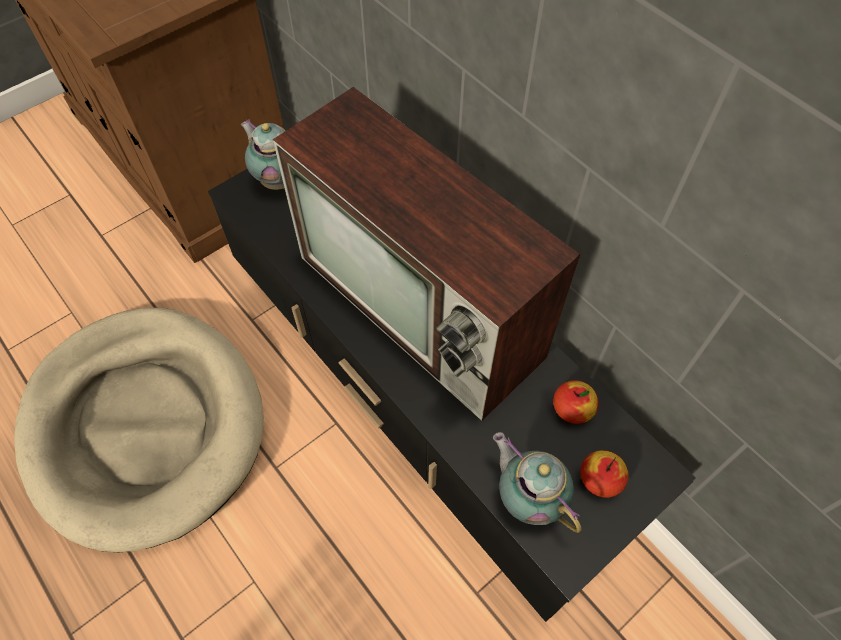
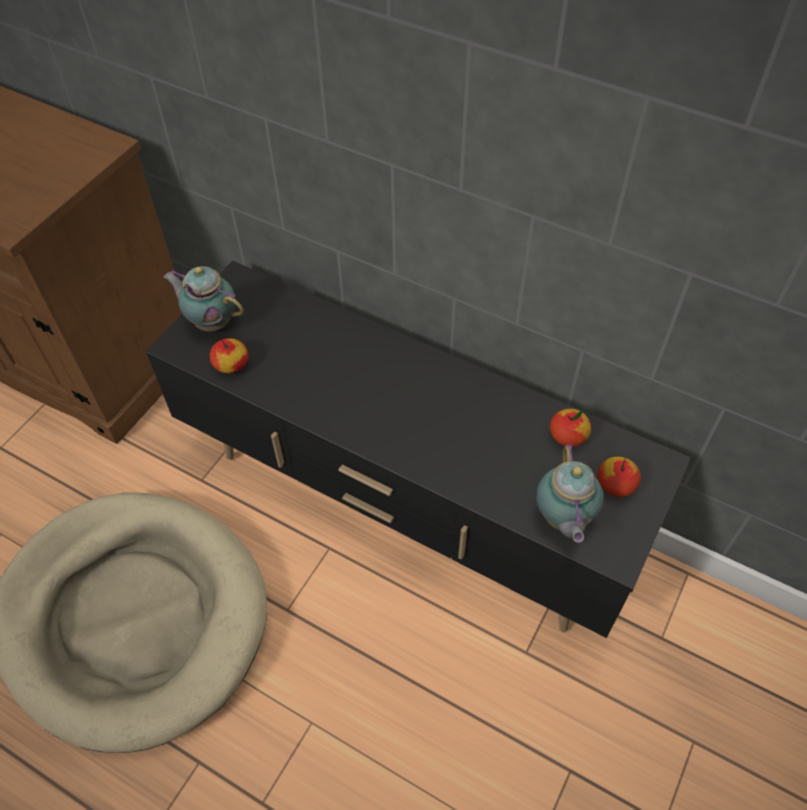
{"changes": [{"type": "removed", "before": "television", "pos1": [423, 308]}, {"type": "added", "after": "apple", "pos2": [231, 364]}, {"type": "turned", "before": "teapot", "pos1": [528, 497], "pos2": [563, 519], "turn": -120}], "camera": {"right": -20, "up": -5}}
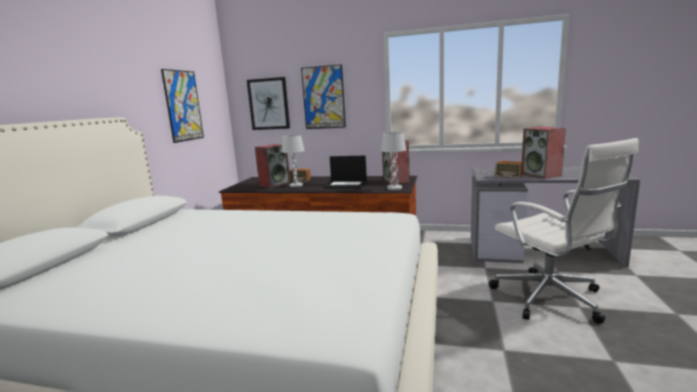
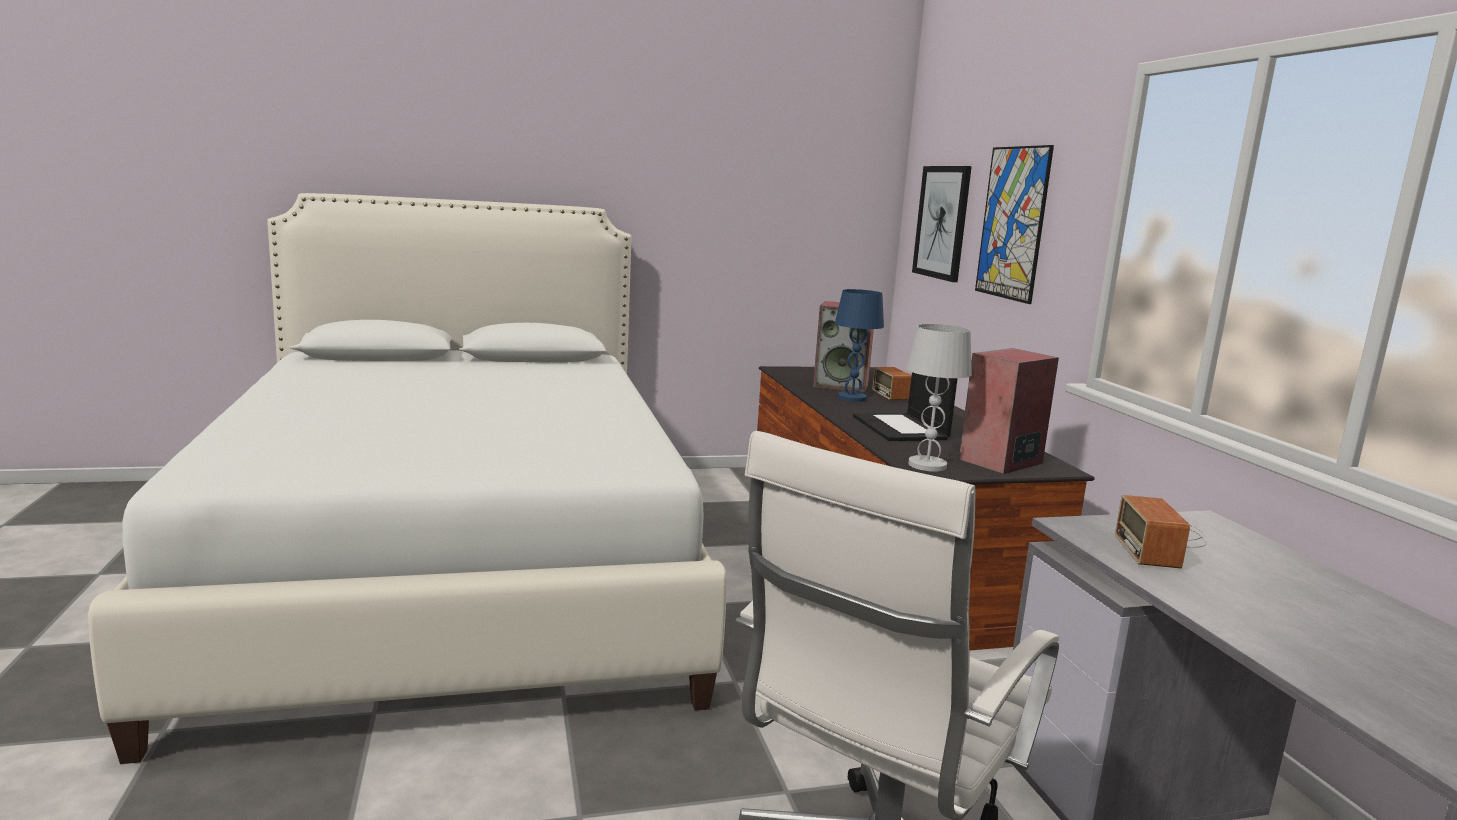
{"changes": [{"type": "removed", "before": "picture", "pos1": [183, 106]}, {"type": "removed", "before": "speaker", "pos1": [541, 175]}, {"type": "recoloured", "before": "white table lamp", "after": "blue table lamp", "pos1": [296, 185], "pos2": [852, 398]}], "camera": {"right": 60, "up": 0}}
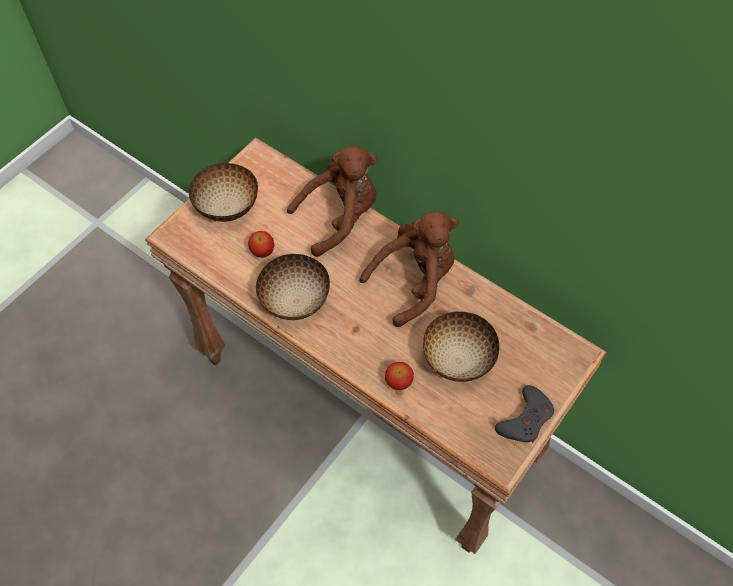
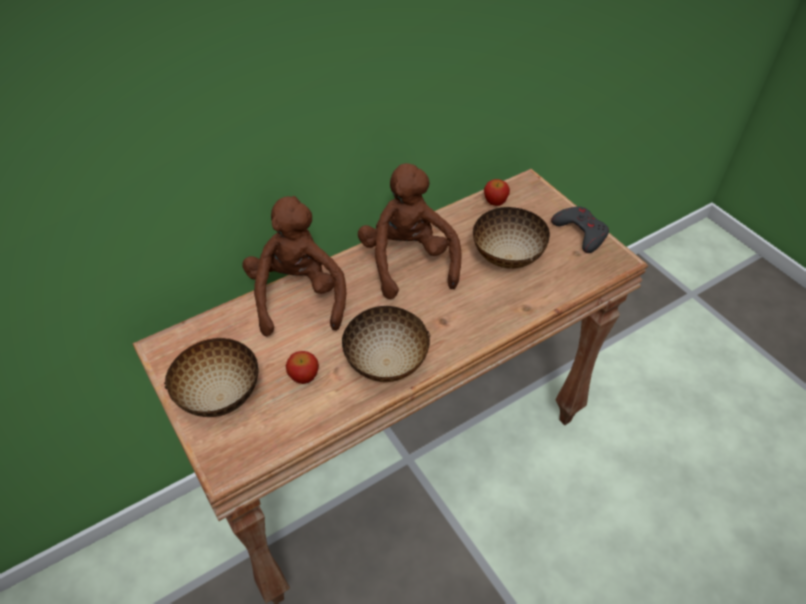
{"changes": [{"type": "moved", "before": "apple", "pos1": [398, 382], "pos2": [495, 202]}], "camera": {"right": -70, "up": -10}}
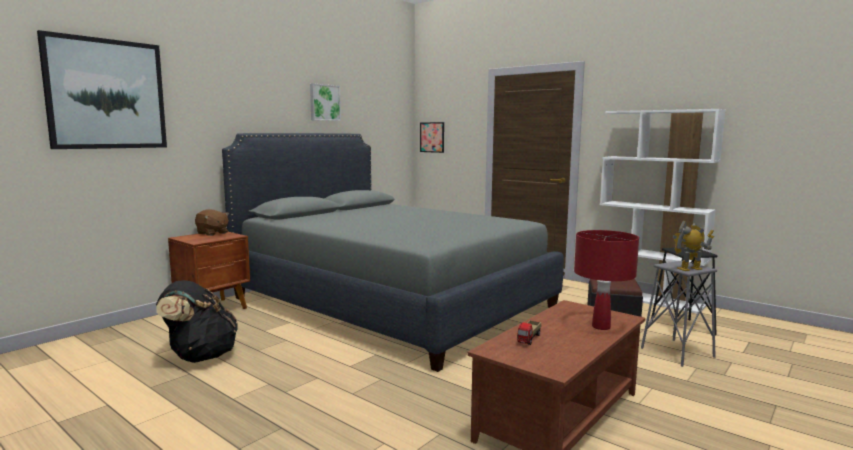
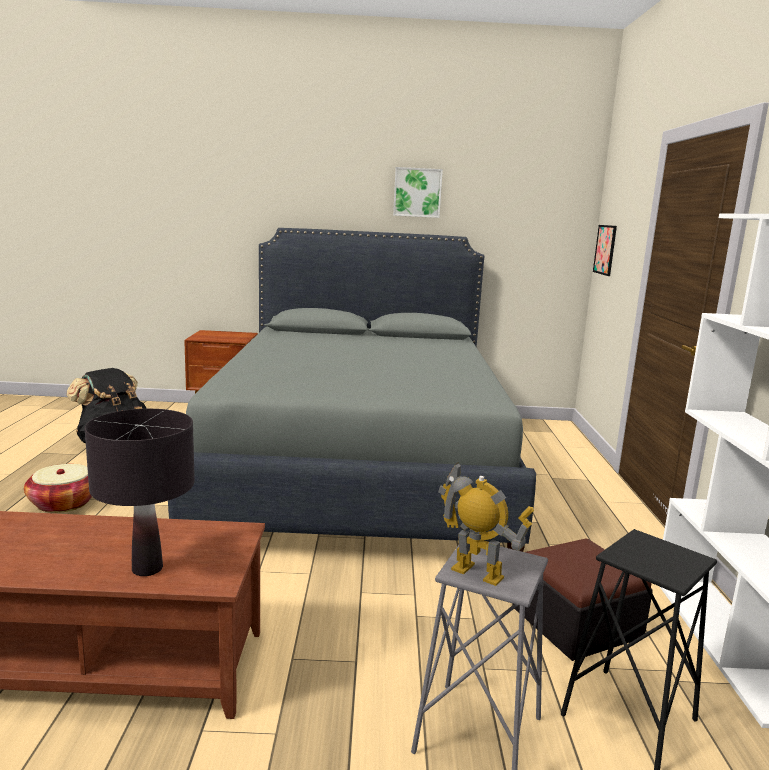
{"changes": [{"type": "removed", "before": "picture", "pos1": [106, 94]}, {"type": "removed", "before": "brown plush toy", "pos1": [212, 233]}, {"type": "removed", "before": "toy truck", "pos1": [529, 339]}, {"type": "added", "after": "basket", "pos2": [63, 503]}, {"type": "recoloured", "before": "red table lamp", "after": "black table lamp", "pos1": [600, 327], "pos2": [147, 569]}], "camera": {"right": 50, "up": 5}}
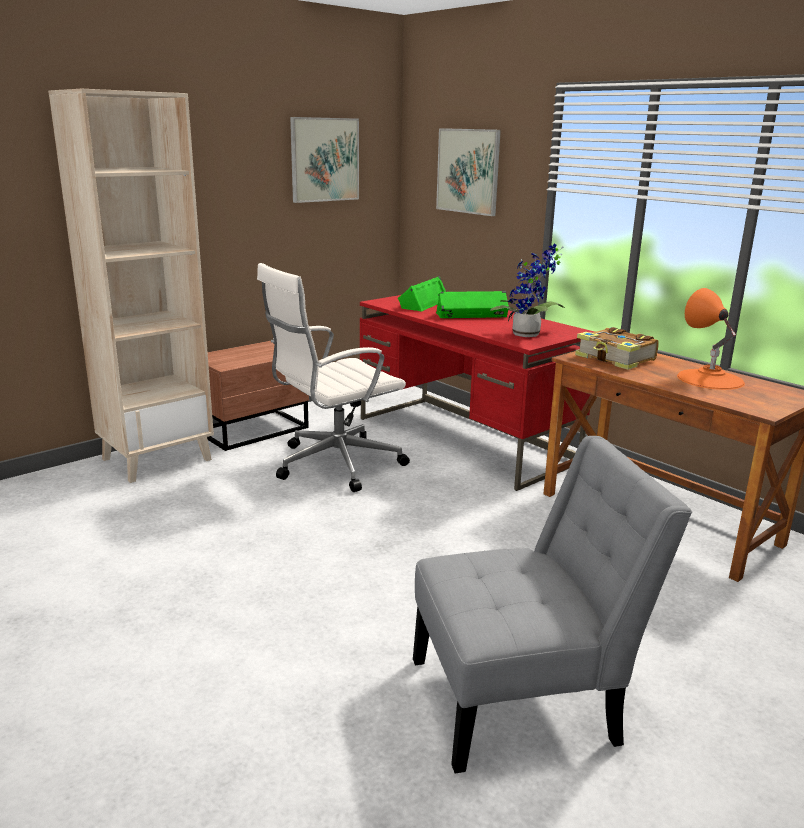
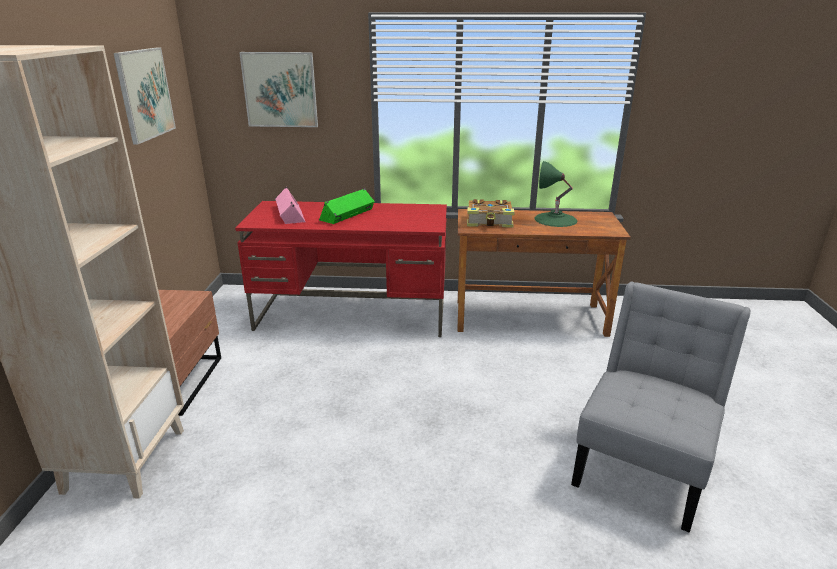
{"changes": [{"type": "removed", "before": "white office chair", "pos1": [334, 464]}, {"type": "removed", "before": "potted plant", "pos1": [528, 335]}, {"type": "recoloured", "before": "green speaker", "after": "pink speaker", "pos1": [423, 303], "pos2": [289, 214]}, {"type": "recoloured", "before": "orange table lamp", "after": "green table lamp", "pos1": [710, 379], "pos2": [555, 219]}], "camera": {"right": -45, "up": 5}}
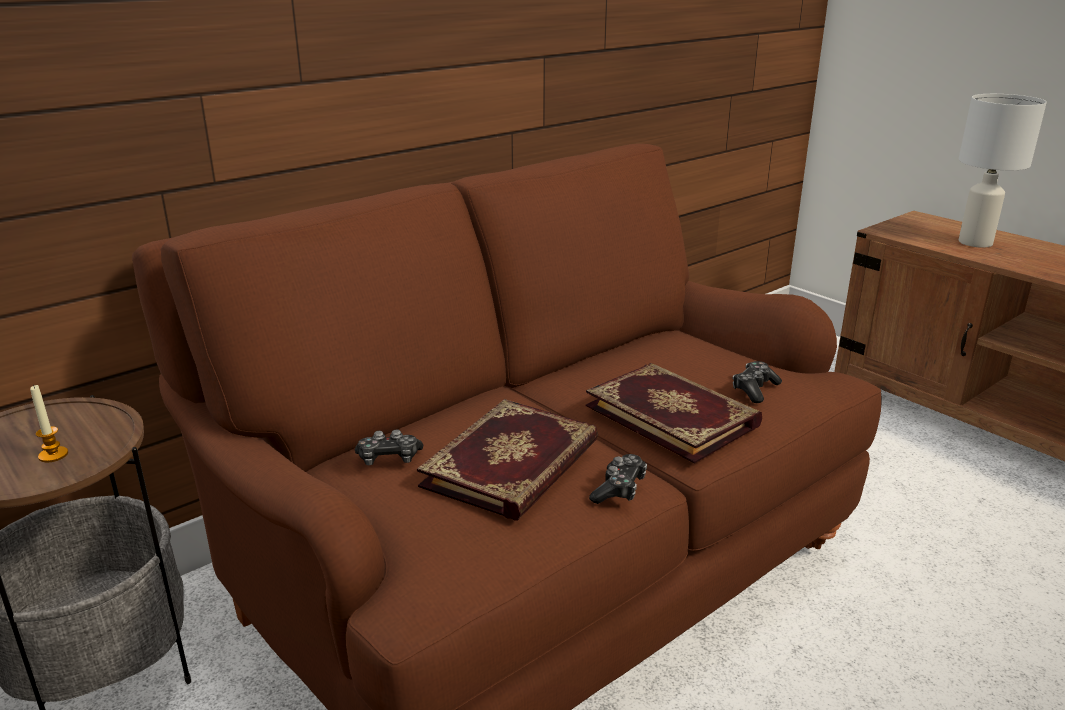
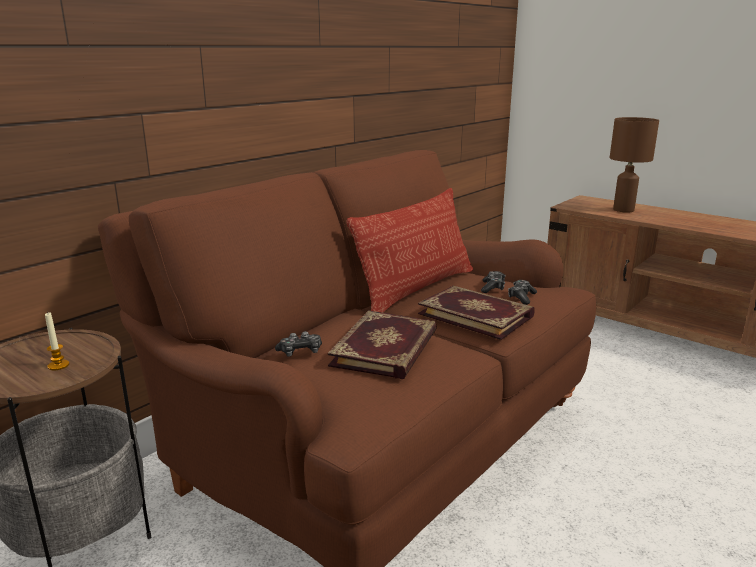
{"changes": [{"type": "added", "after": "pillow", "pos2": [416, 289]}, {"type": "moved", "before": "game controller", "pos1": [619, 489], "pos2": [493, 287]}, {"type": "recoloured", "before": "white table lamp", "after": "brown table lamp", "pos1": [975, 243], "pos2": [623, 210]}], "camera": {"right": -10, "up": -5}}
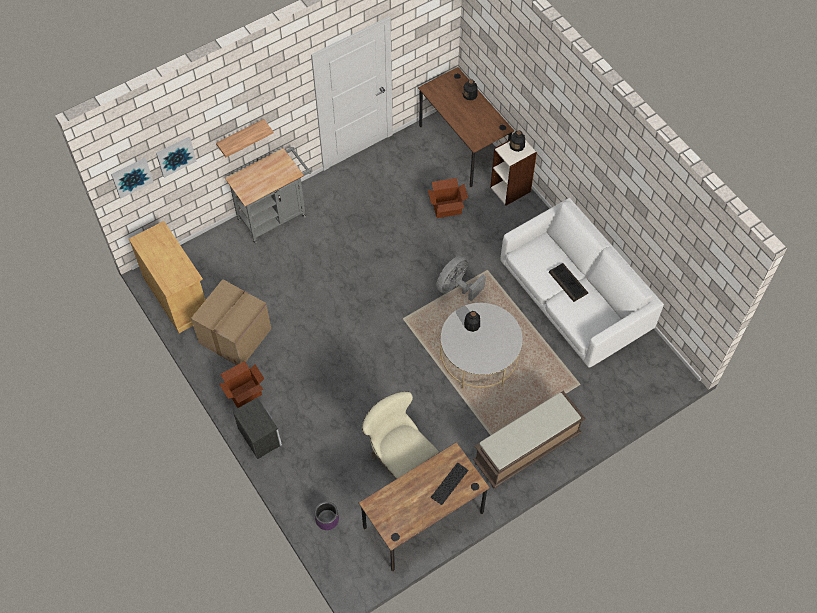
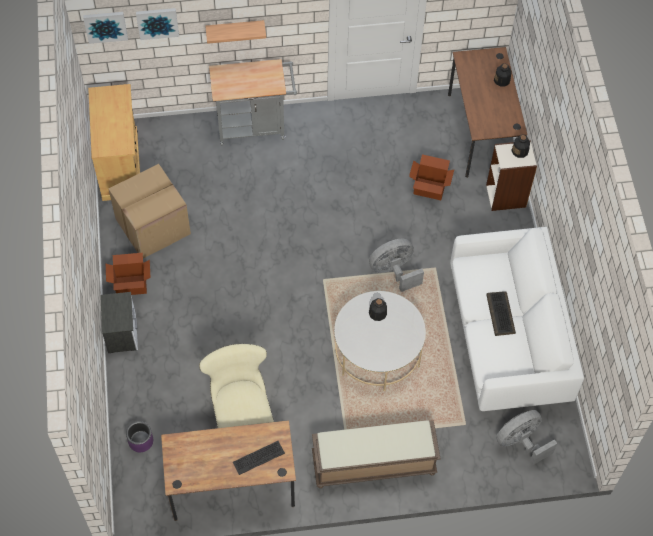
{"changes": [{"type": "added", "after": "grey fan", "pos2": [521, 442]}], "camera": {"right": 25, "up": 0}}
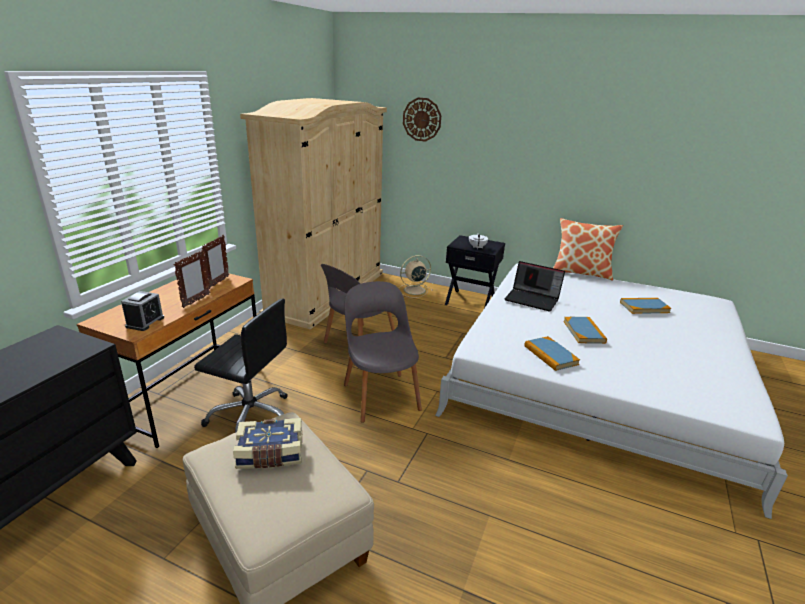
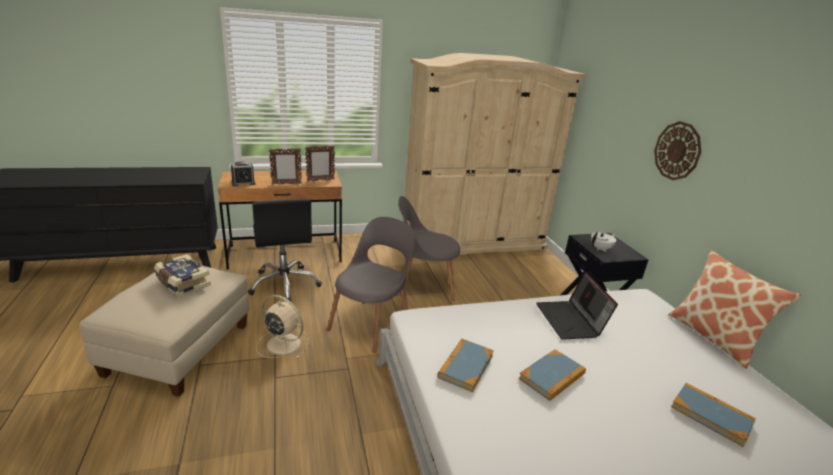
{"changes": [{"type": "moved", "before": "beige fan", "pos1": [413, 290], "pos2": [282, 343]}, {"type": "moved", "before": "wall clock", "pos1": [422, 119], "pos2": [677, 151]}], "camera": {"right": 50, "up": 0}}
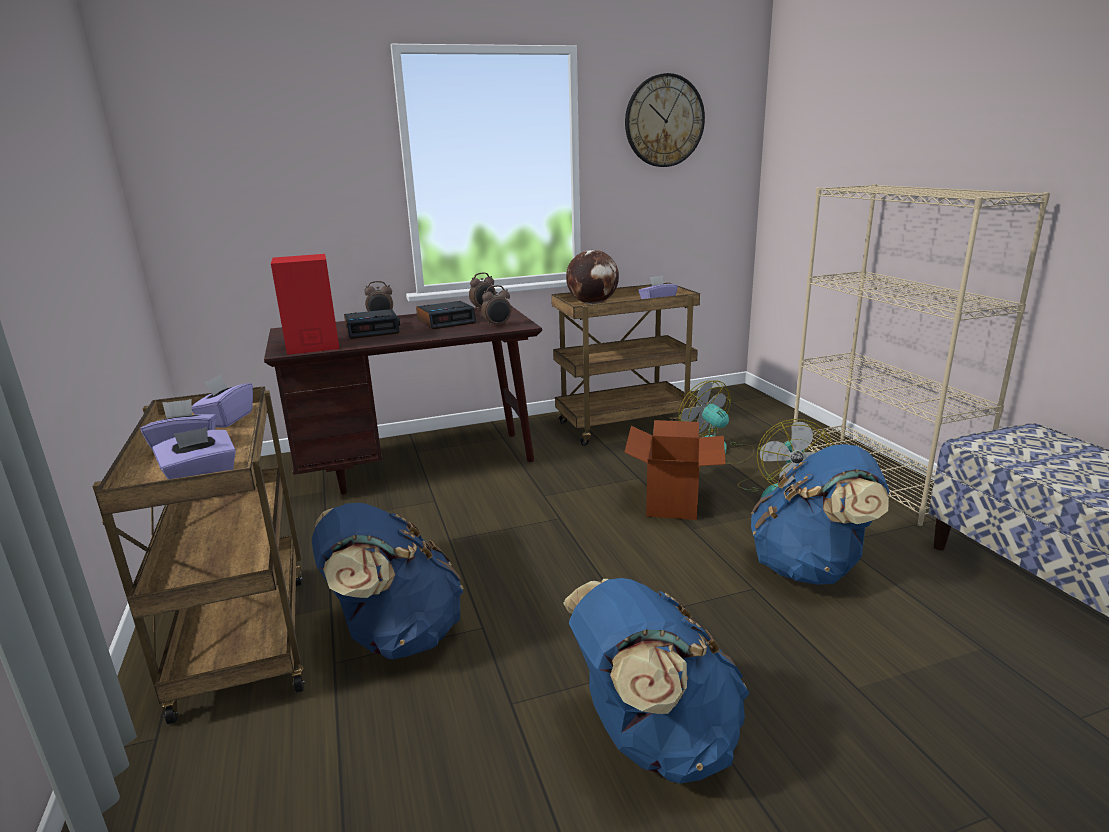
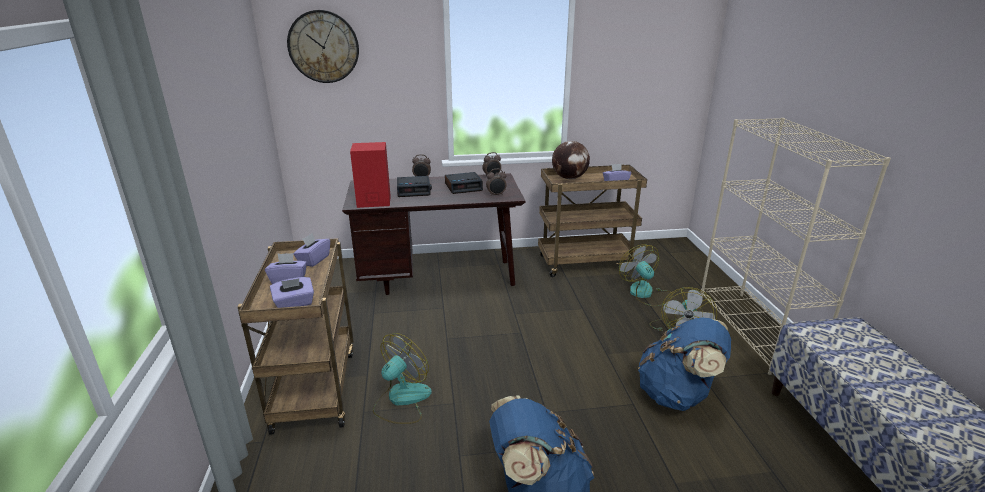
{"changes": [{"type": "removed", "before": "cardboard box", "pos1": [674, 502]}, {"type": "moved", "before": "wall clock", "pos1": [664, 121], "pos2": [323, 47]}, {"type": "replaced", "before": "blue backpack", "after": "fan", "pos1": [396, 635], "pos2": [401, 400]}], "camera": {"right": 10, "up": 5}}
